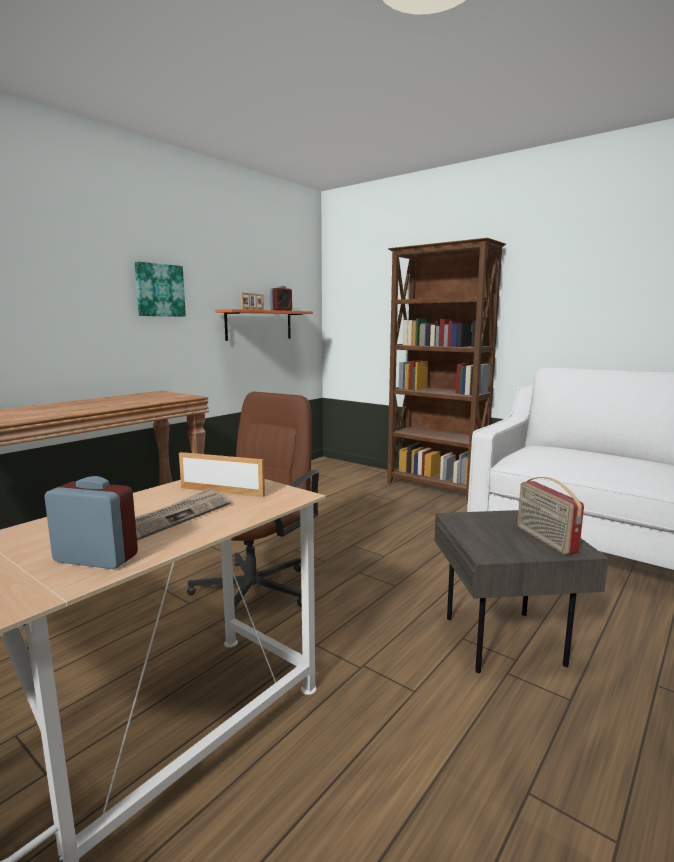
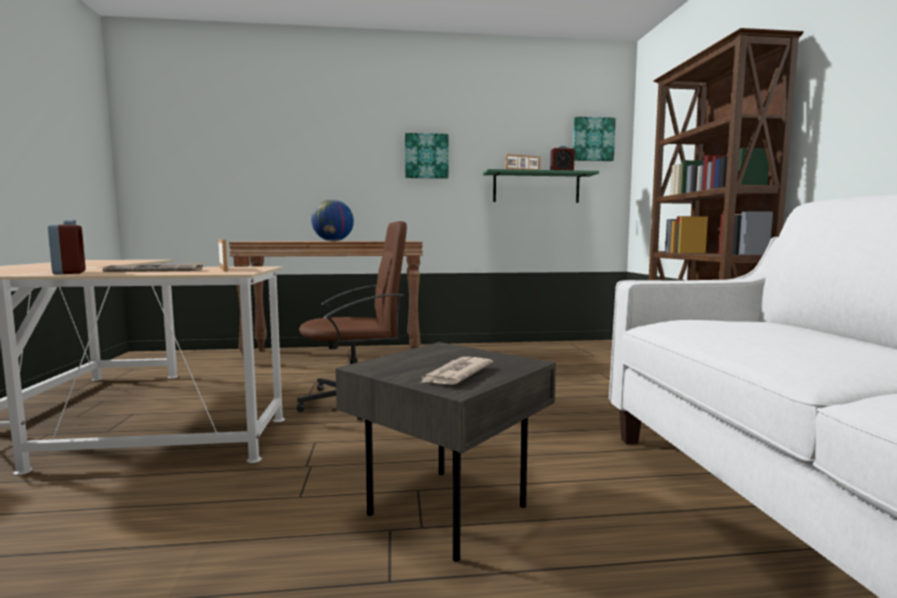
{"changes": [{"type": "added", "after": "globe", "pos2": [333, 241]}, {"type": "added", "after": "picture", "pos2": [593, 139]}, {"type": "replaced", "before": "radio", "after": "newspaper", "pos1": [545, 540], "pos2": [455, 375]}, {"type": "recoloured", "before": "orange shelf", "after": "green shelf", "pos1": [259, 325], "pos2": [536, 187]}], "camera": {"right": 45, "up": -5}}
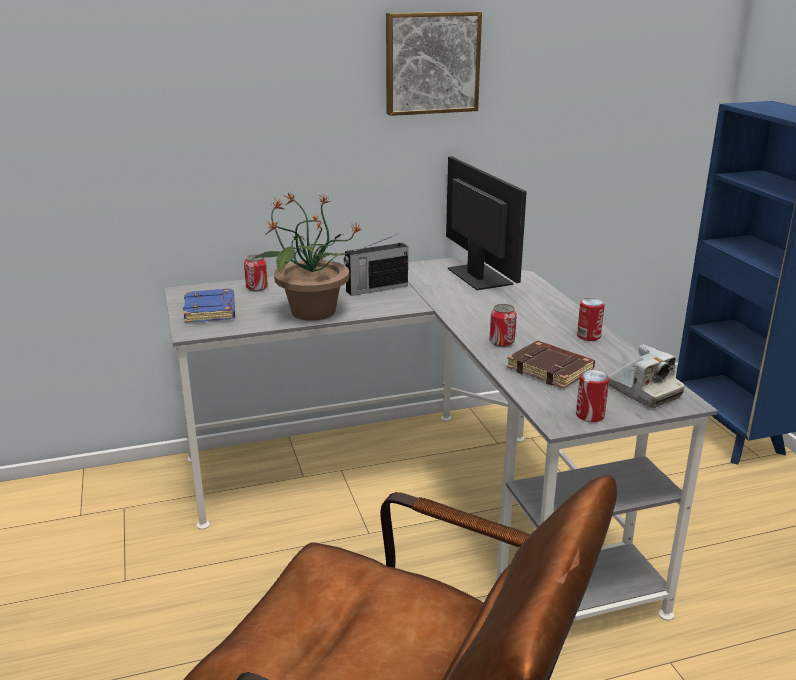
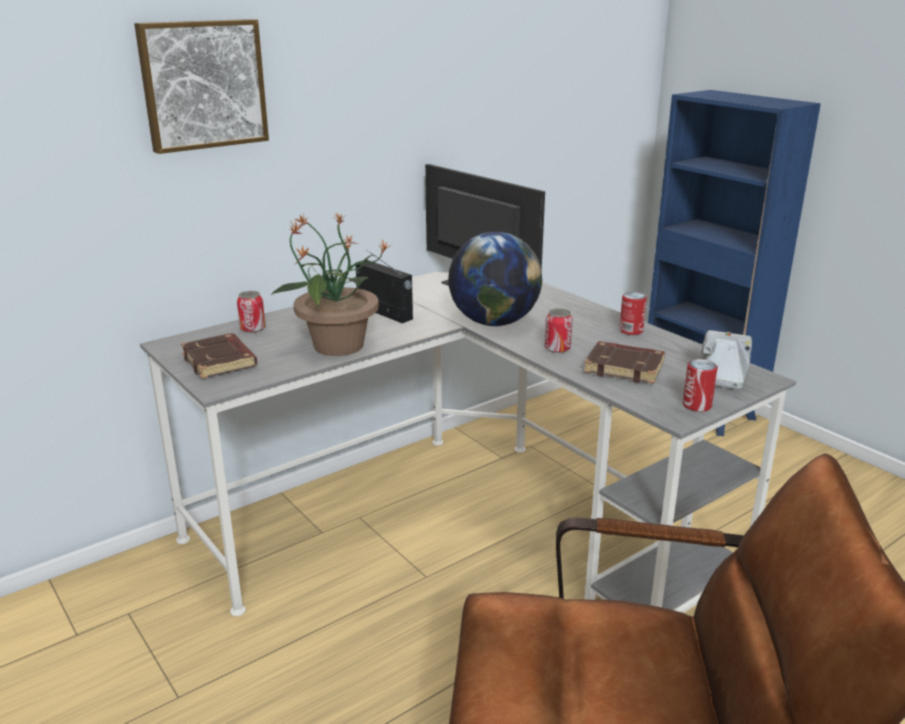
{"changes": [{"type": "added", "after": "globe", "pos2": [493, 322]}, {"type": "moved", "before": "picture", "pos1": [431, 63], "pos2": [202, 84]}, {"type": "recoloured", "before": "blue book", "after": "brown book", "pos1": [211, 311], "pos2": [220, 361]}, {"type": "turned", "before": "radio", "pos1": [375, 288], "pos2": [385, 312], "turn": -90}, {"type": "turned", "before": "photo camera", "pos1": [643, 391], "pos2": [722, 375], "turn": -105}], "camera": {"right": -20, "up": 0}}
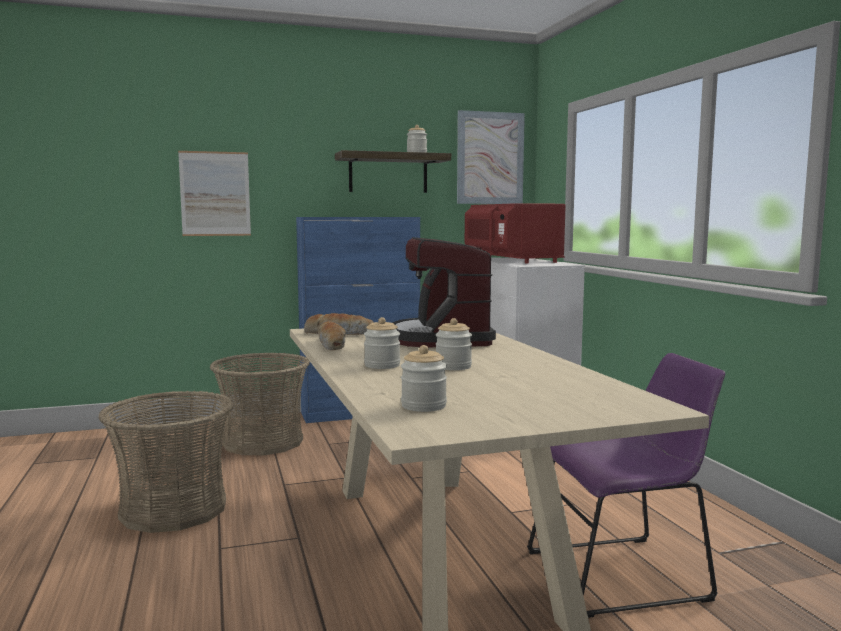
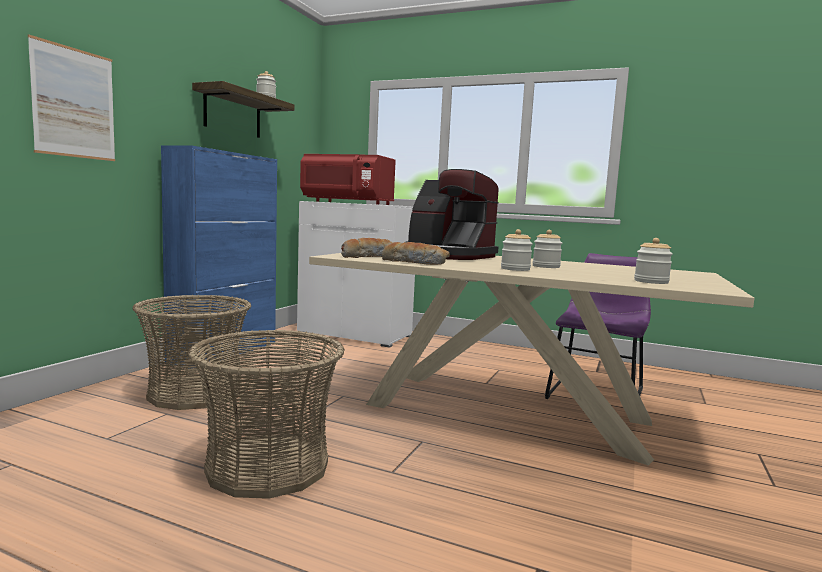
{"changes": [{"type": "removed", "before": "picture", "pos1": [490, 158]}], "camera": {"right": -50, "up": 0}}
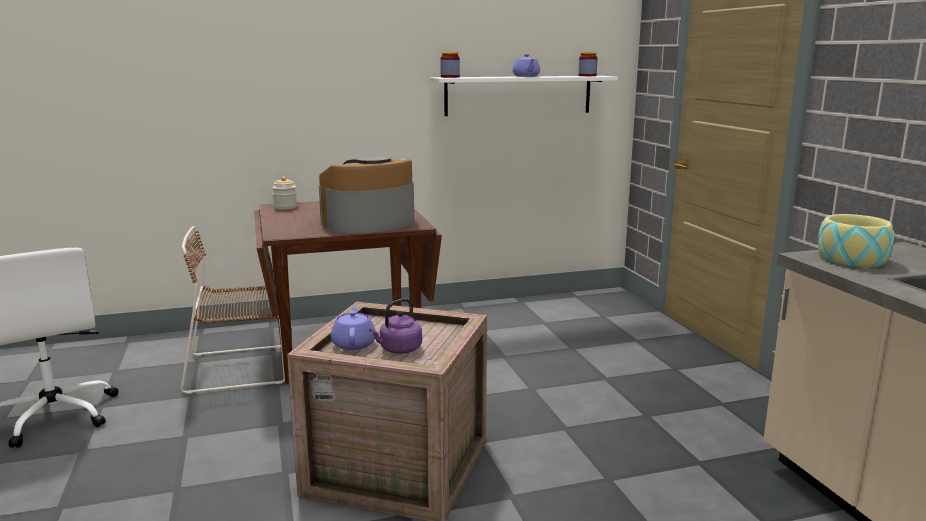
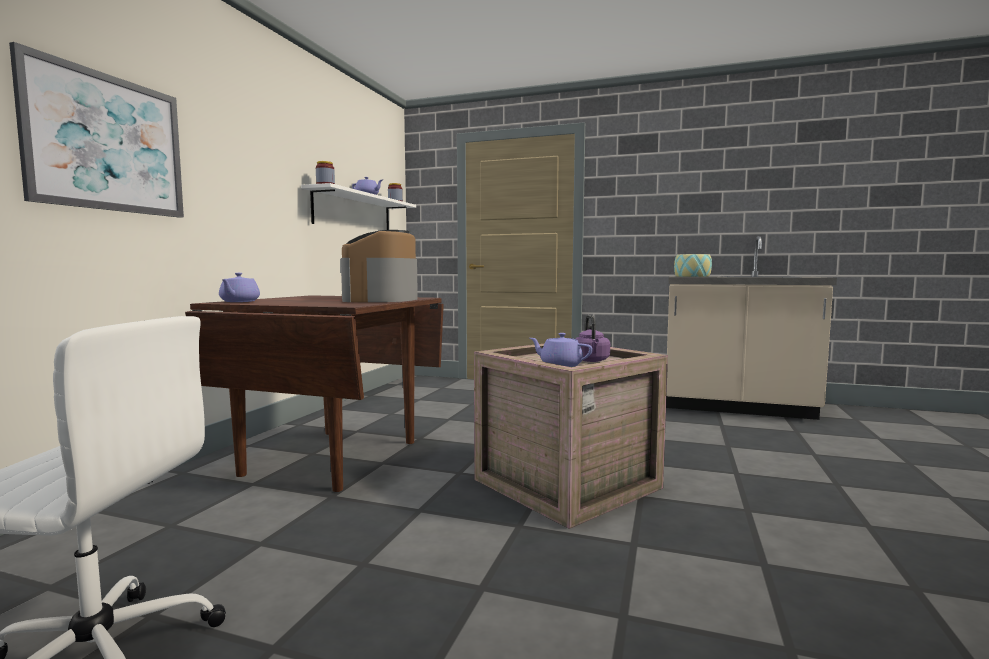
{"changes": [{"type": "removed", "before": "brown chair", "pos1": [241, 368]}, {"type": "added", "after": "picture", "pos2": [107, 143]}, {"type": "replaced", "before": "jar", "after": "purple teapot", "pos1": [285, 207], "pos2": [239, 301]}], "camera": {"right": -55, "up": -10}}
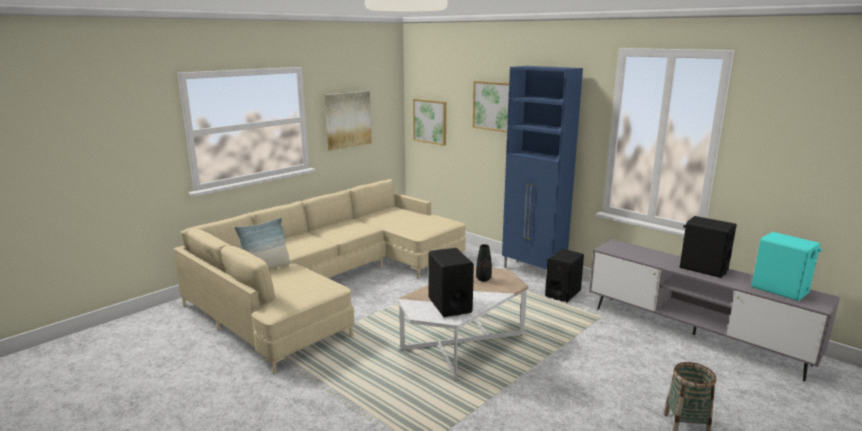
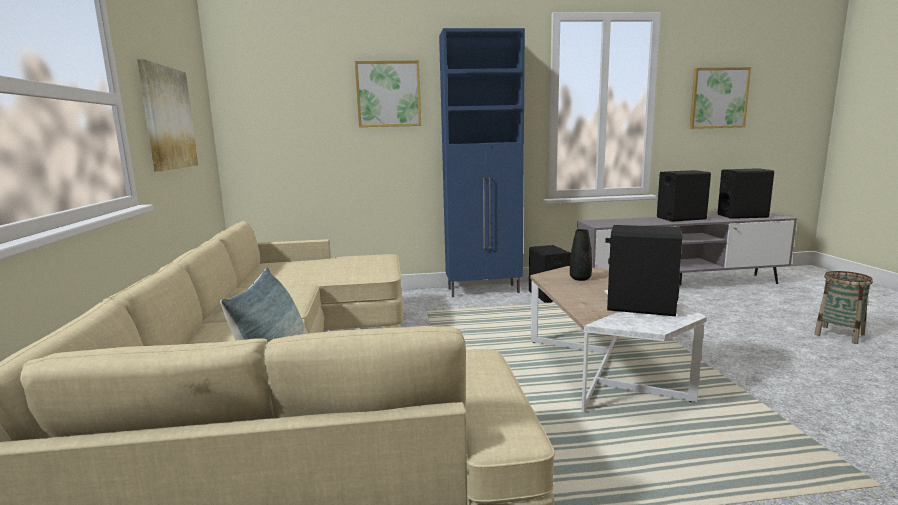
{"changes": [{"type": "moved", "before": "picture", "pos1": [430, 121], "pos2": [718, 98]}, {"type": "recoloured", "before": "turquoise speaker", "after": "black speaker", "pos1": [780, 290], "pos2": [742, 216]}], "camera": {"right": -50, "up": -5}}
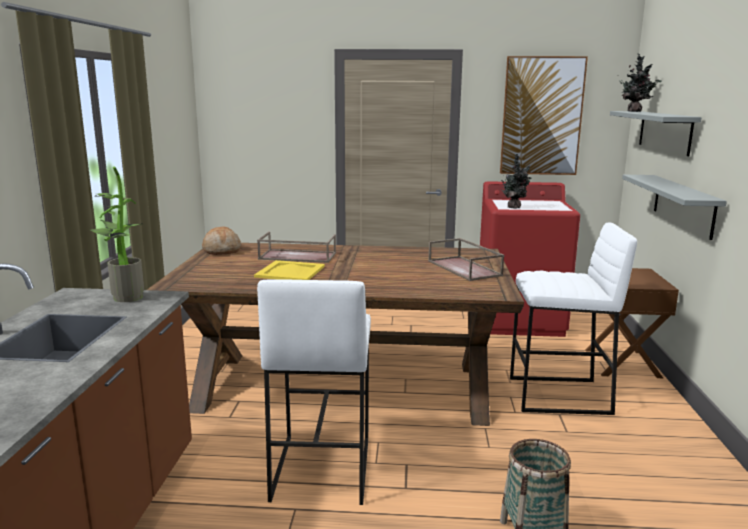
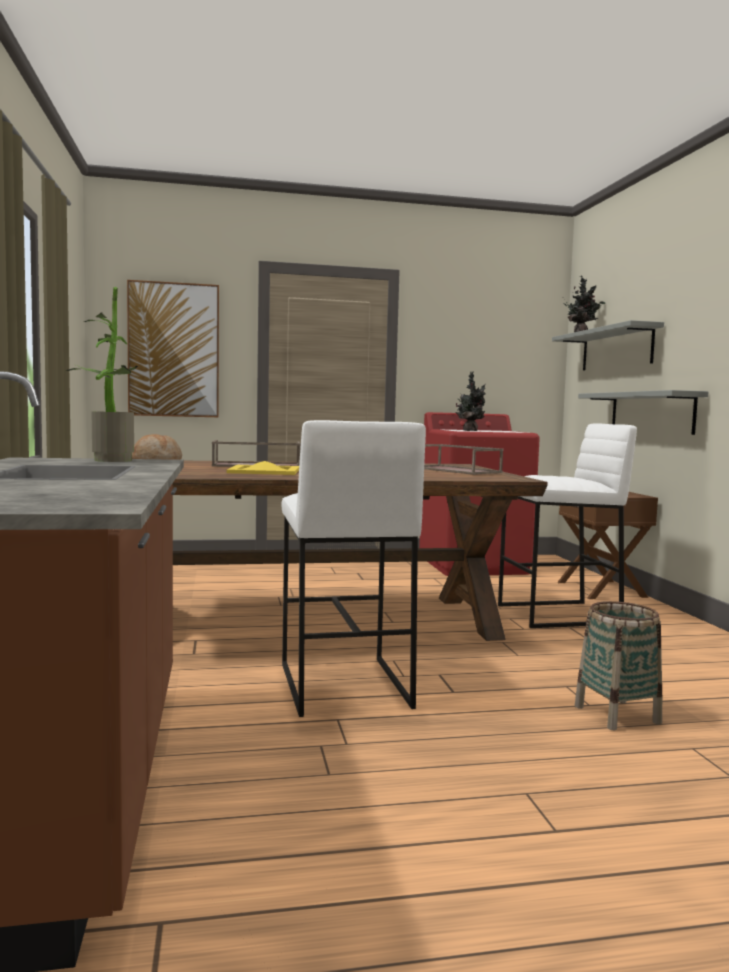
{"changes": [{"type": "moved", "before": "picture", "pos1": [541, 116], "pos2": [174, 350]}], "camera": {"right": -15, "up": -10}}
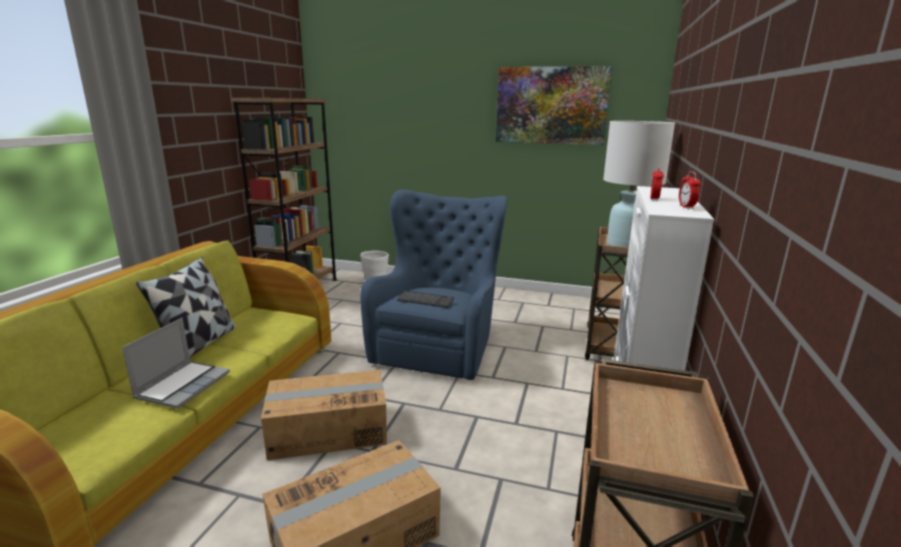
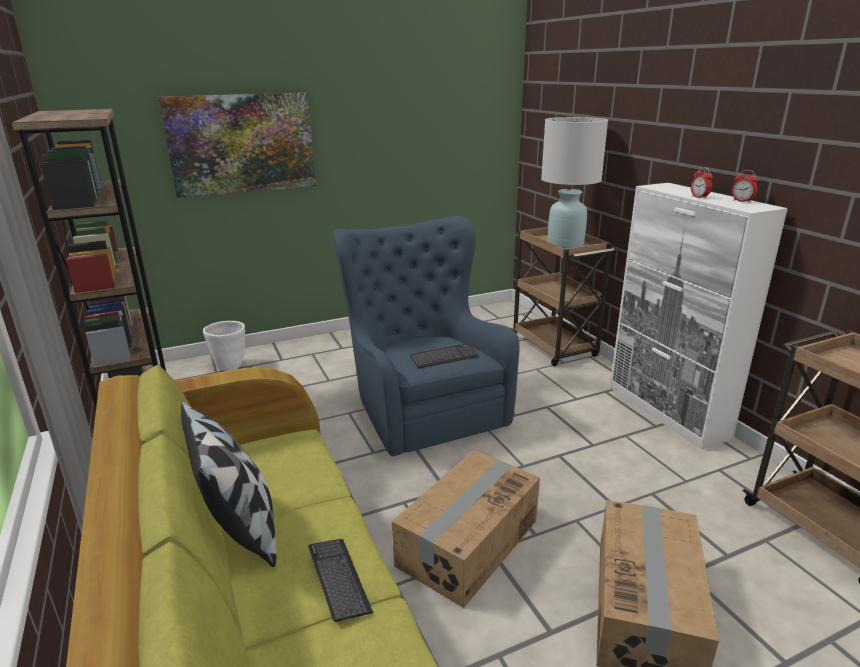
{"changes": [{"type": "moved", "before": "picture", "pos1": [551, 105], "pos2": [242, 144]}, {"type": "replaced", "before": "laptop", "after": "keyboard", "pos1": [183, 385], "pos2": [338, 579]}], "camera": {"right": -40, "up": 5}}
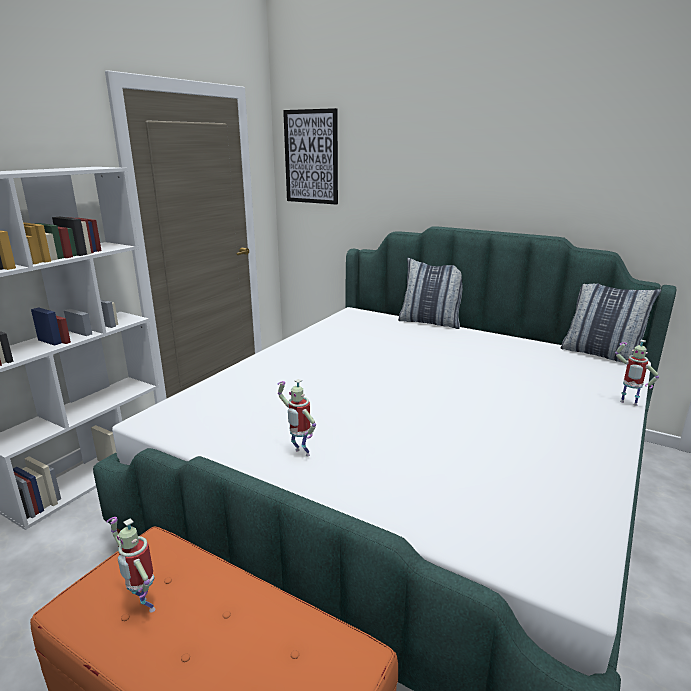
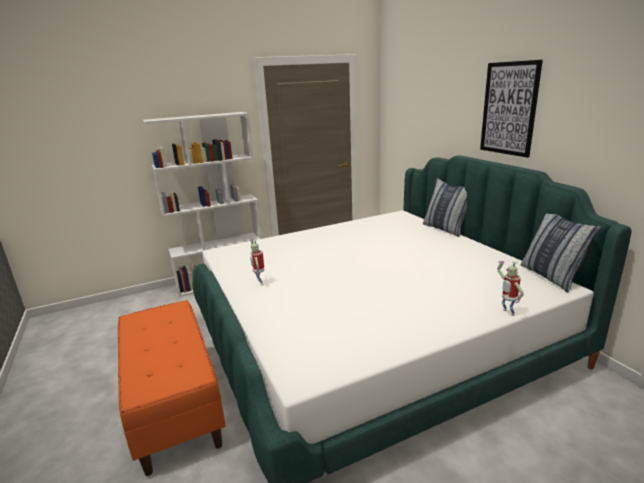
{"changes": [{"type": "removed", "before": "toy robot", "pos1": [143, 606]}, {"type": "moved", "before": "picture", "pos1": [311, 157], "pos2": [509, 109]}], "camera": {"right": 35, "up": 0}}
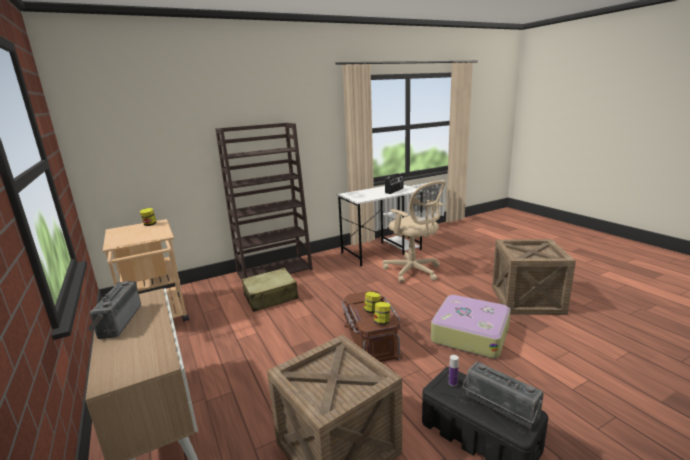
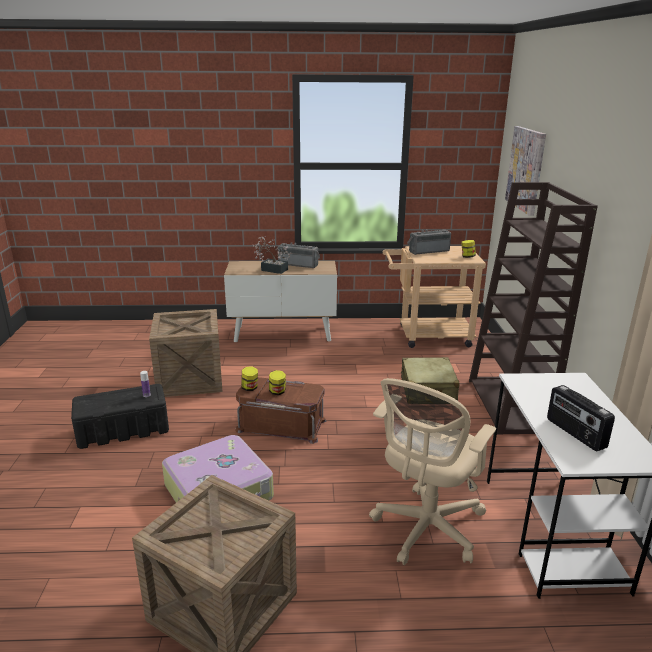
{"changes": [{"type": "added", "after": "potted plant", "pos2": [272, 269]}, {"type": "added", "after": "picture", "pos2": [526, 169]}, {"type": "moved", "before": "radio", "pos1": [499, 409], "pos2": [428, 251]}, {"type": "turned", "before": "beige office chair", "pos1": [414, 271], "pos2": [425, 530], "turn": -45}], "camera": {"right": 115, "up": 5}}
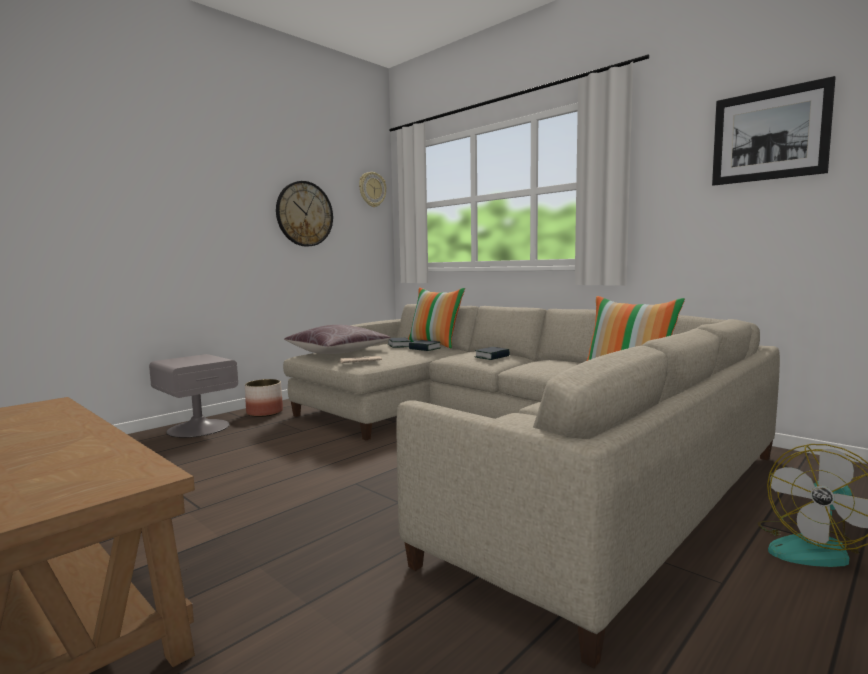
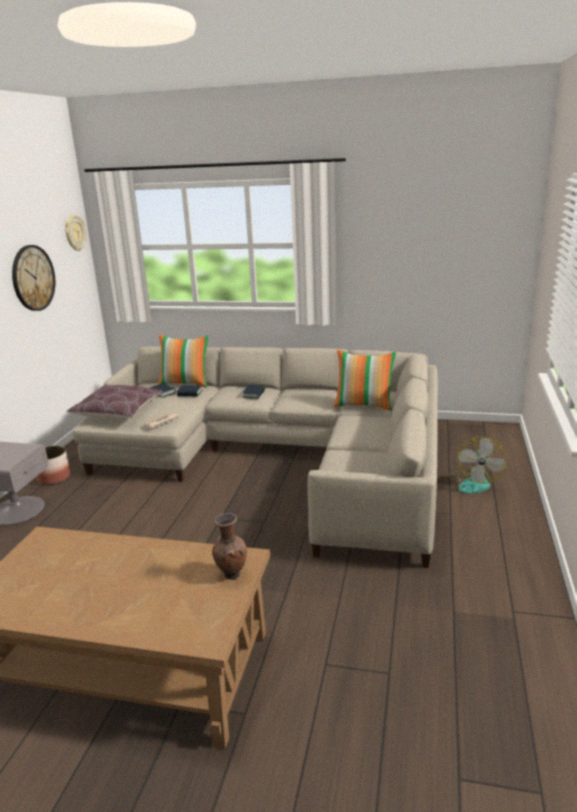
{"changes": [{"type": "removed", "before": "picture", "pos1": [769, 135]}, {"type": "added", "after": "brown vase", "pos2": [231, 574]}], "camera": {"right": -30, "up": 15}}
